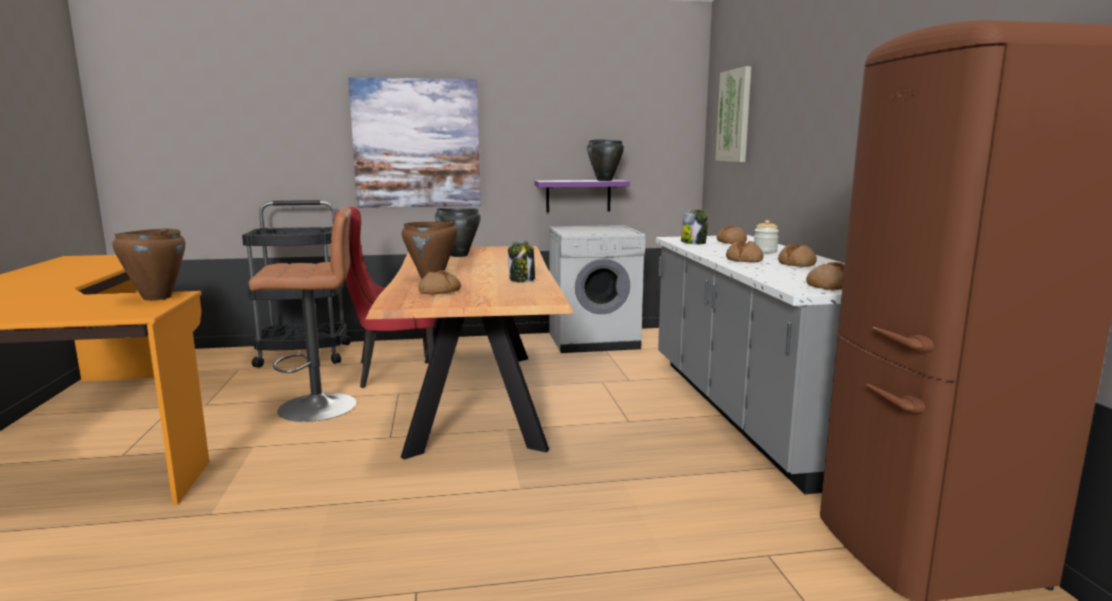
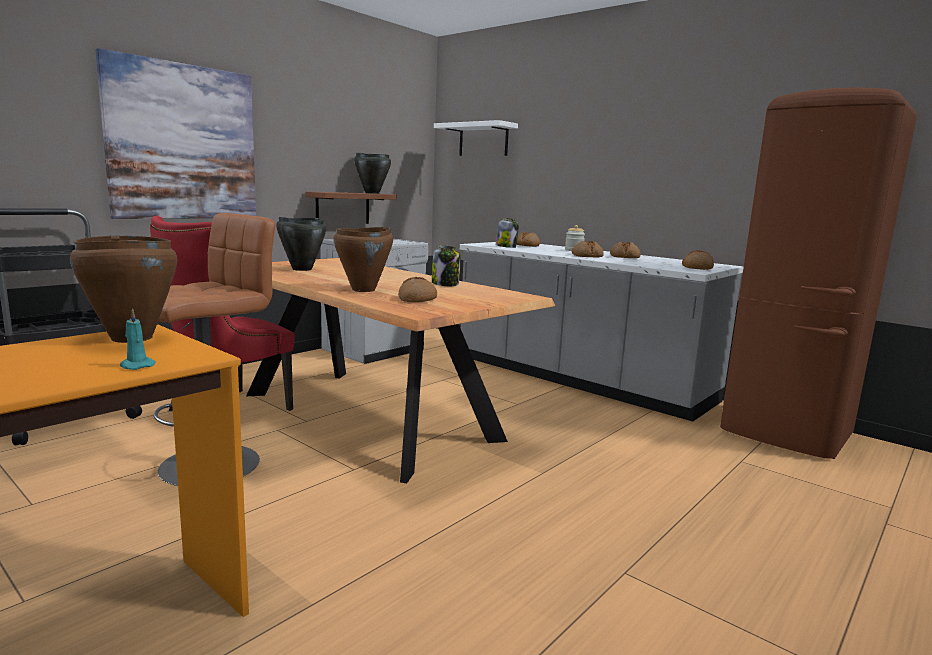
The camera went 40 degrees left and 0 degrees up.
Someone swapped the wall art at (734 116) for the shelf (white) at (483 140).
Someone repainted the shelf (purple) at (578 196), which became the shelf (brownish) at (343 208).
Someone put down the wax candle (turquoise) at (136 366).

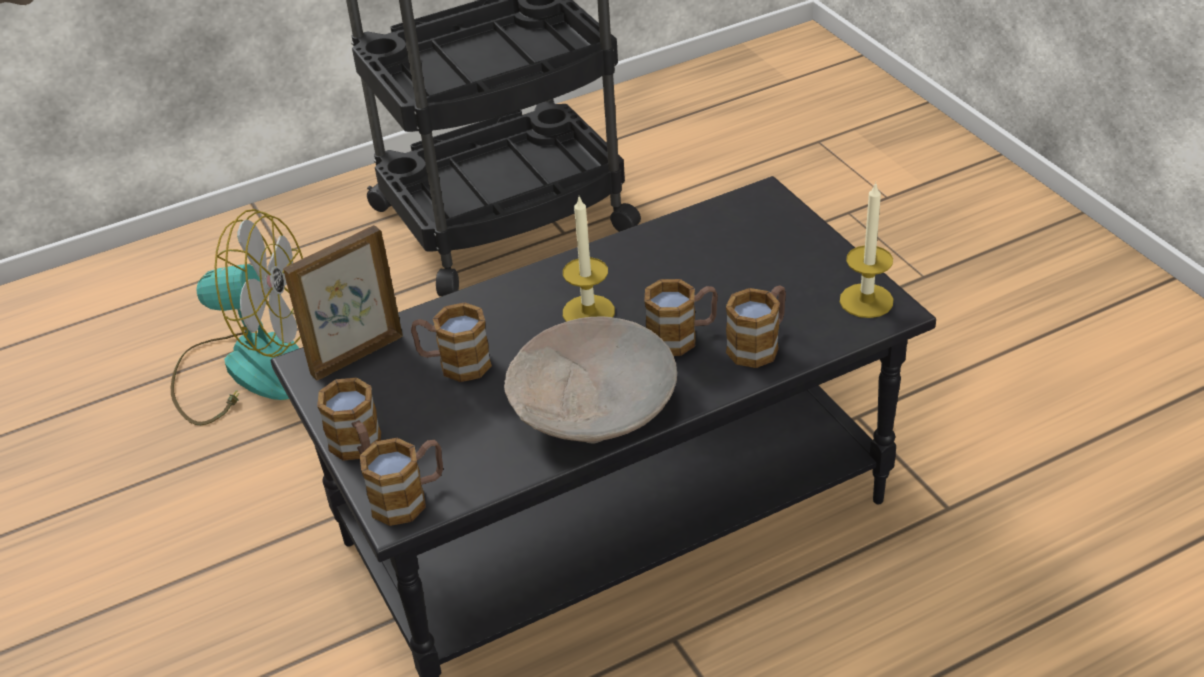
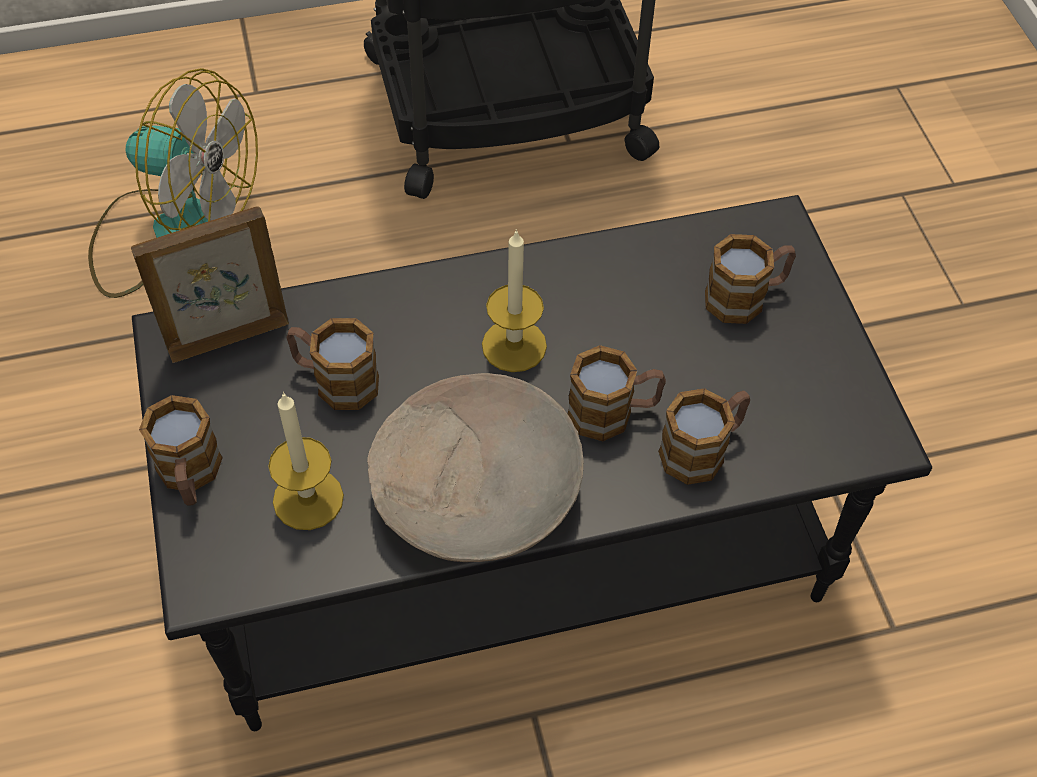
The camera went 10 degrees right and 15 degrees up.
Someone carried the wax candle from (866 300) to (308 499).
Someone carried the mug from (409 498) to (746 297).

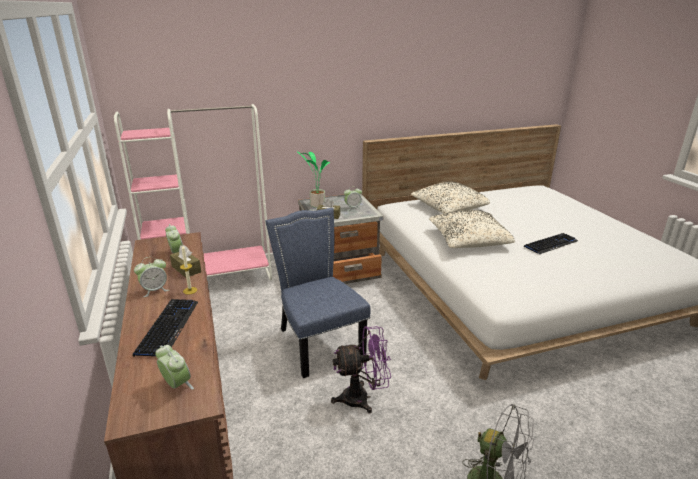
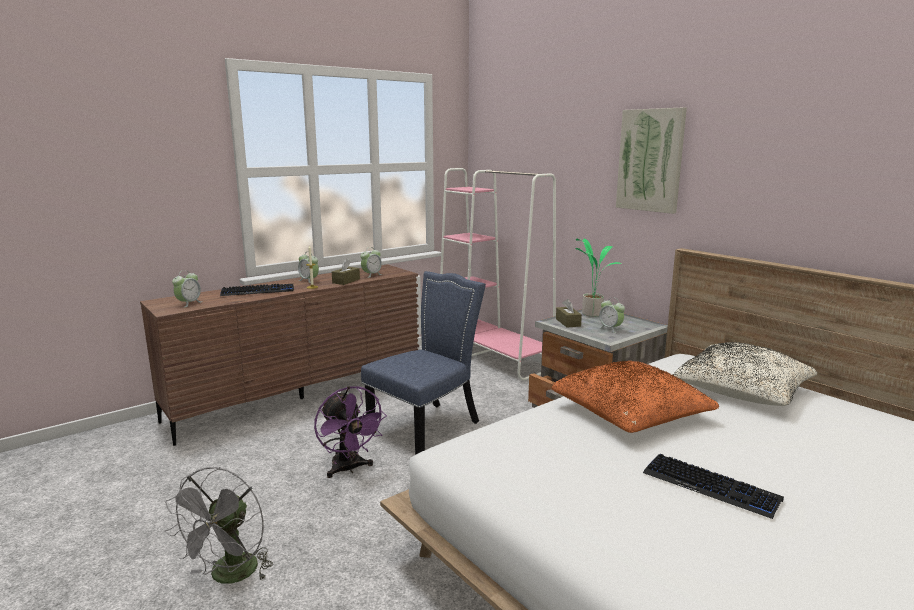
The camera went 70 degrees right and 10 degrees down.
Someone repainted the throw pillow (beige) at (470 239), which became the throw pillow (orangey) at (630 412).
Someone put up the wall art at (650 160).

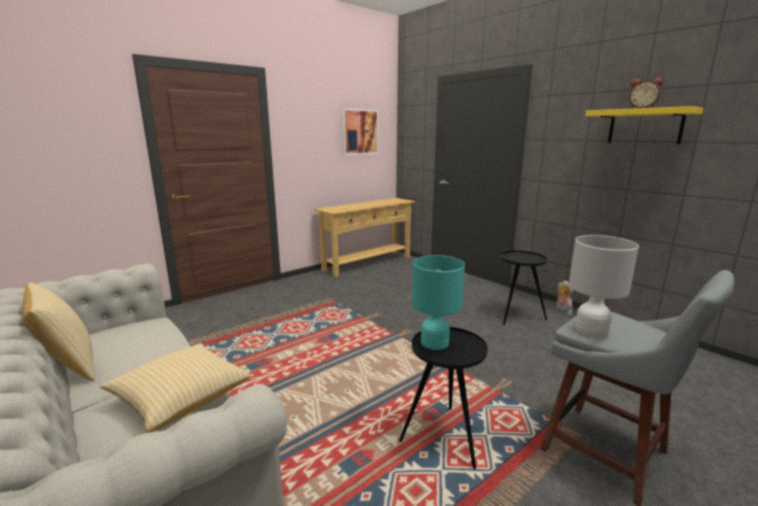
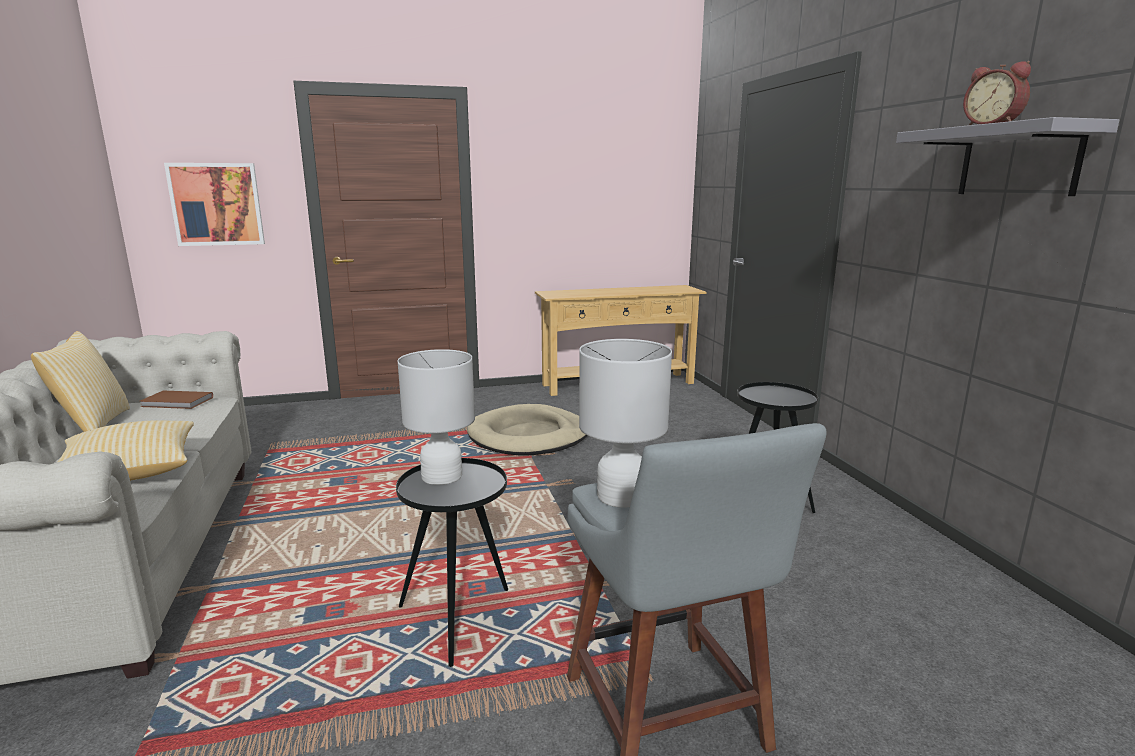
The camera went 25 degrees right and 0 degrees up.
Someone repainted the shelf (yellow) at (645 126), which became the shelf (gray) at (1018 161).
Someone carried the wall art from (359 132) to (217 204).
Someone repainted the lamp for a table (turquoise) at (434 342), which became the lamp for a table (gray) at (442 476).
Someone took away the cuddly toy at (561 312).
Someone put down the book (brownish) at (177 402).
Someone put down the pet bed (beige) at (529 436).

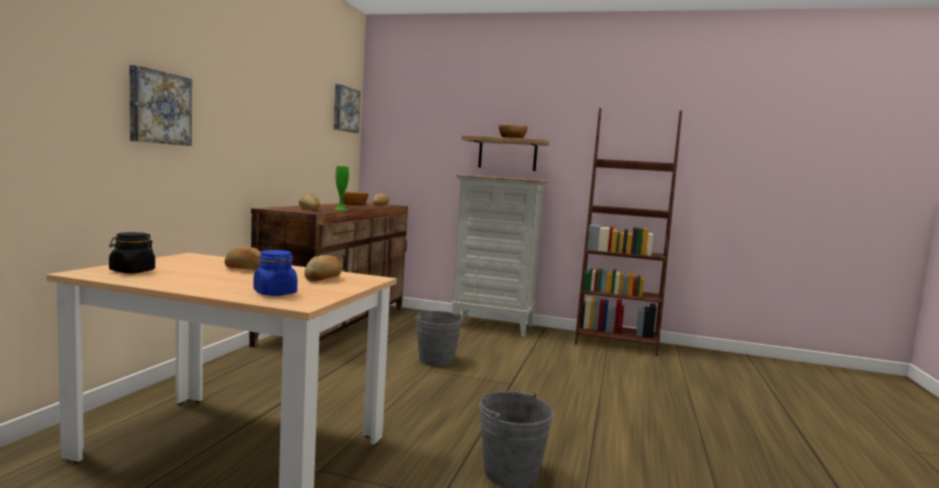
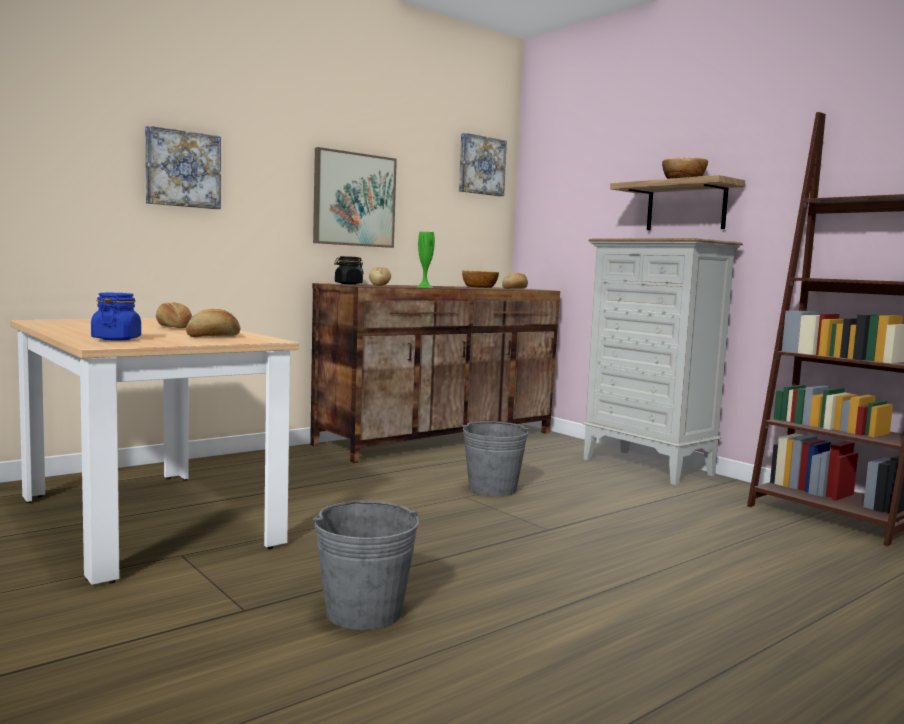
The camera went 35 degrees right and 0 degrees up.
Someone carried the jar (blackish) from (132 271) to (348 284).
Someone put up the wall art at (354 199).

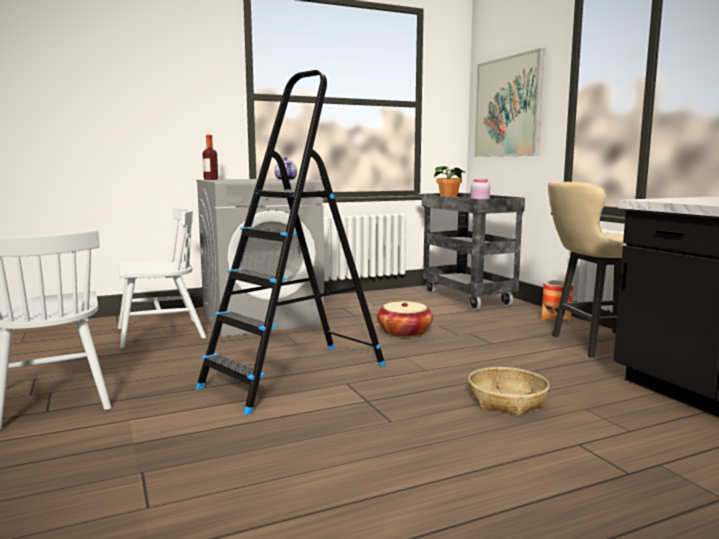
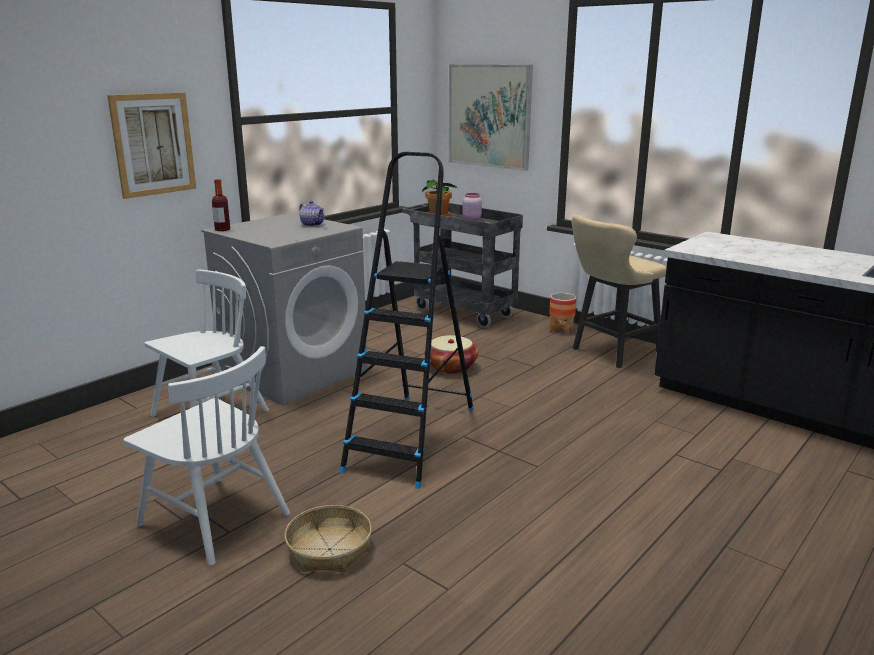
The camera went 25 degrees left and 10 degrees up.
Someone carried the household basket from (507 400) to (329 549).
Someone put up the wall art at (153 144).

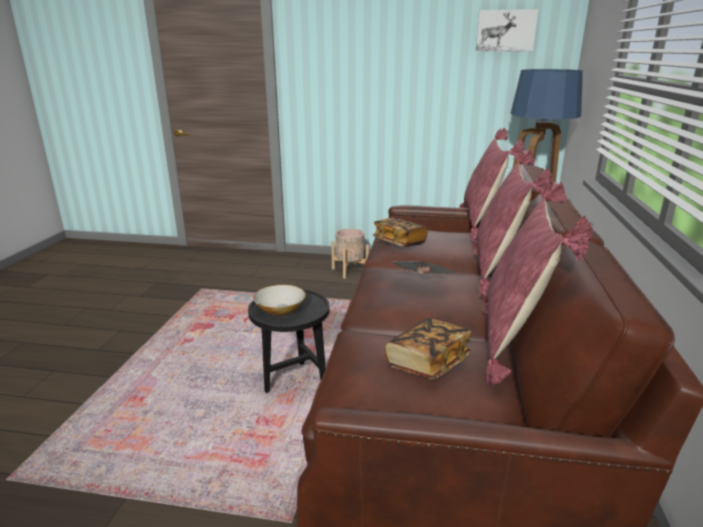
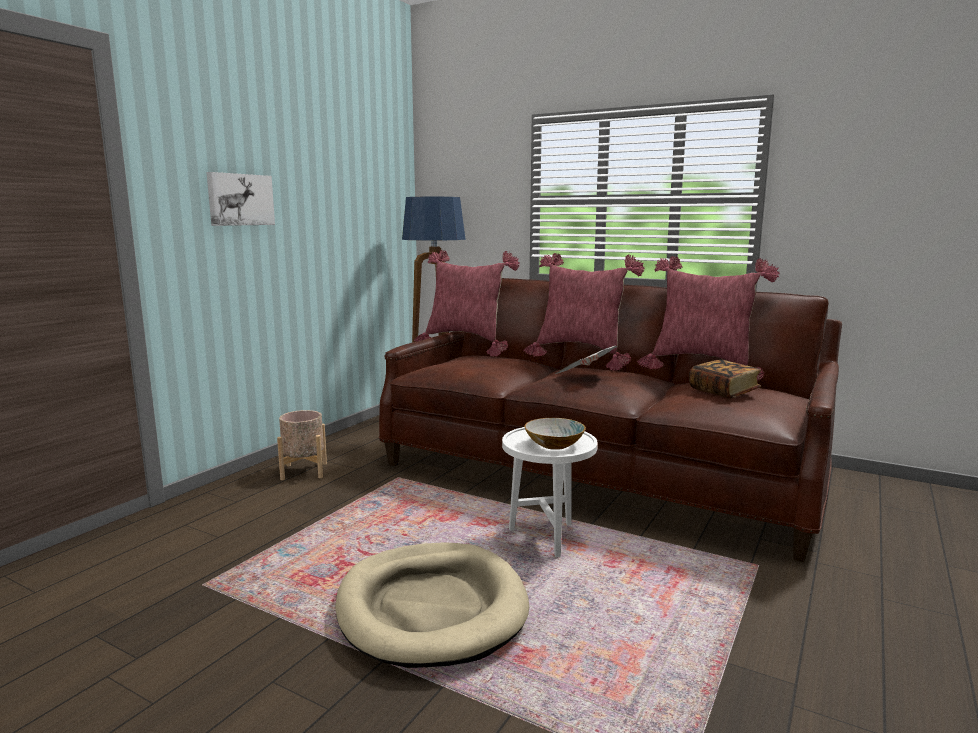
The camera went 70 degrees left and 10 degrees down.
Someone carried the wall art from (505 30) to (240 199).
Someone took away the book at (399 242).
Someone repainted the accent table (blackish) at (293 383), which became the accent table (white) at (547 539).
Someone put down the pet bed (beige) at (431 608).

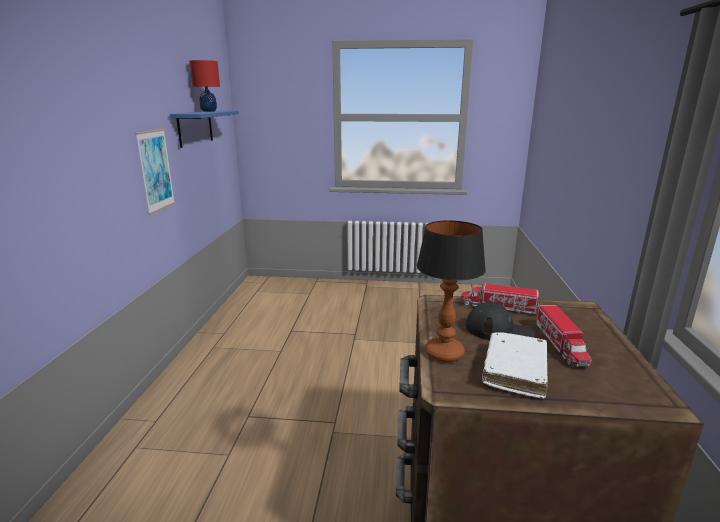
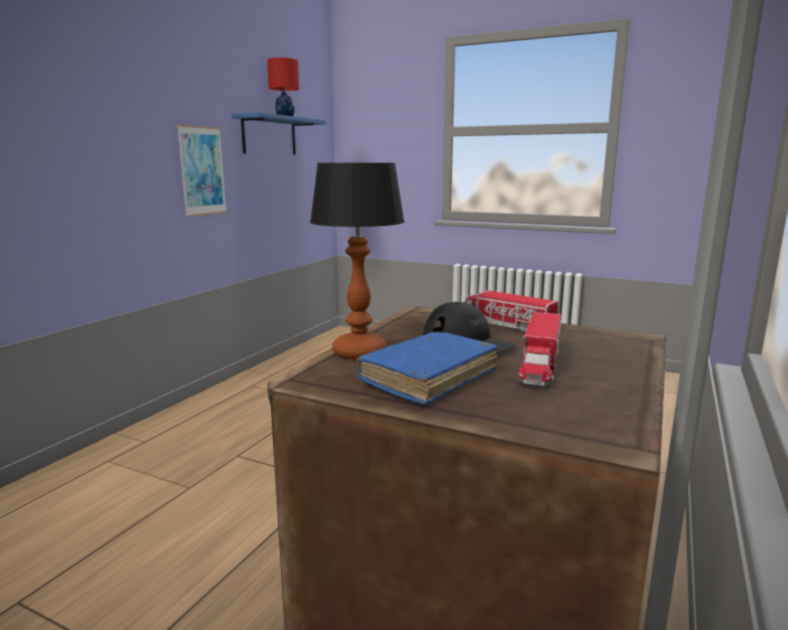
The camera went 20 degrees right and 5 degrees down.
Someone repainted the book (white) at (514 371), which became the book (blue) at (429 378).

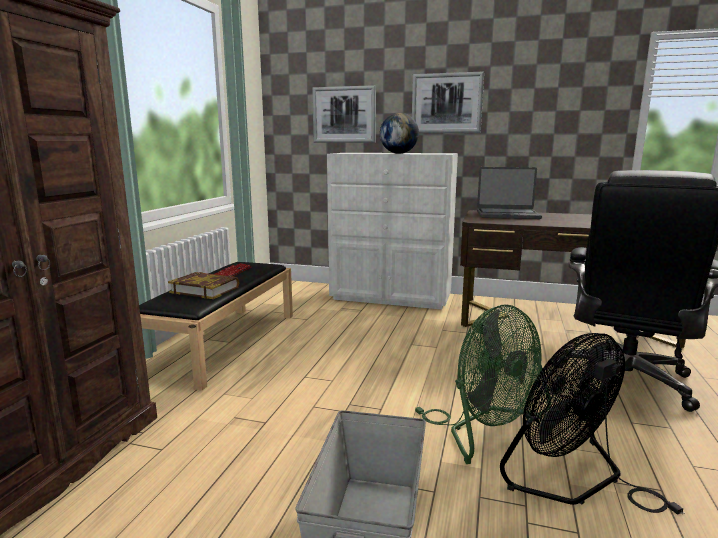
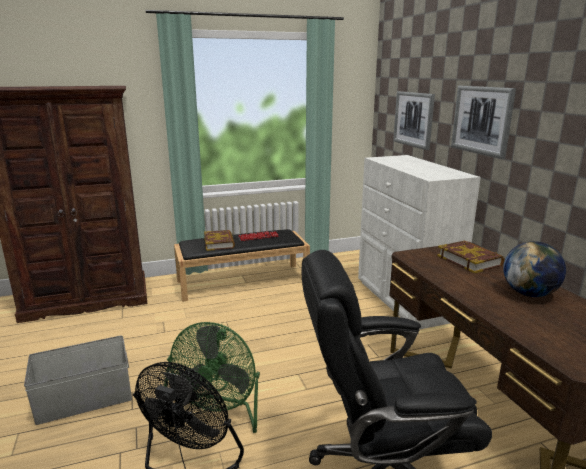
The camera went 55 degrees right and 5 degrees up.
Someone carried the desk globe from (398 153) to (529 294).
Someone swapped the portable computer at (507 215) for the book at (469 260).

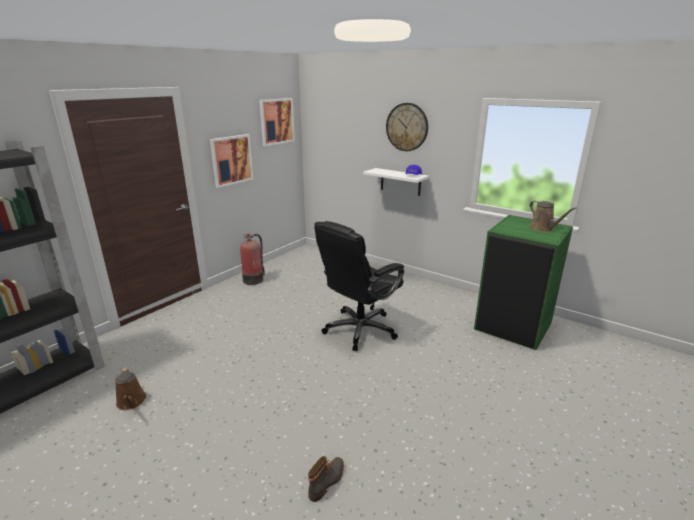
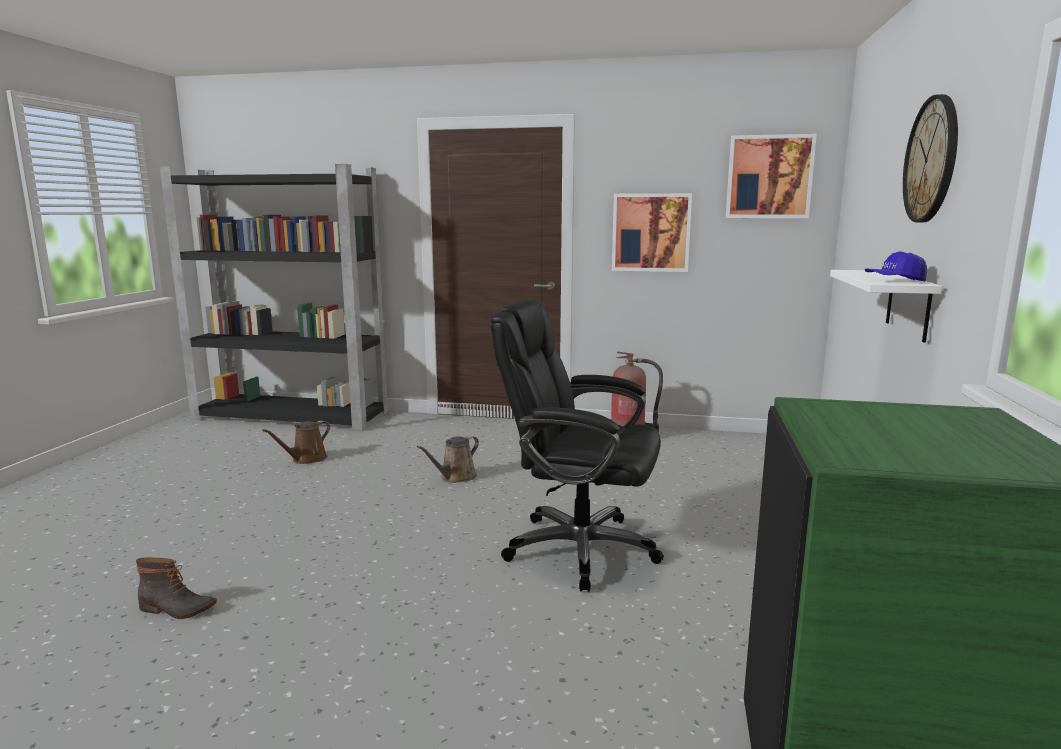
The camera went 65 degrees right and 10 degrees down.
Someone carried the watering can (brownish) from (543 228) to (455 477).

